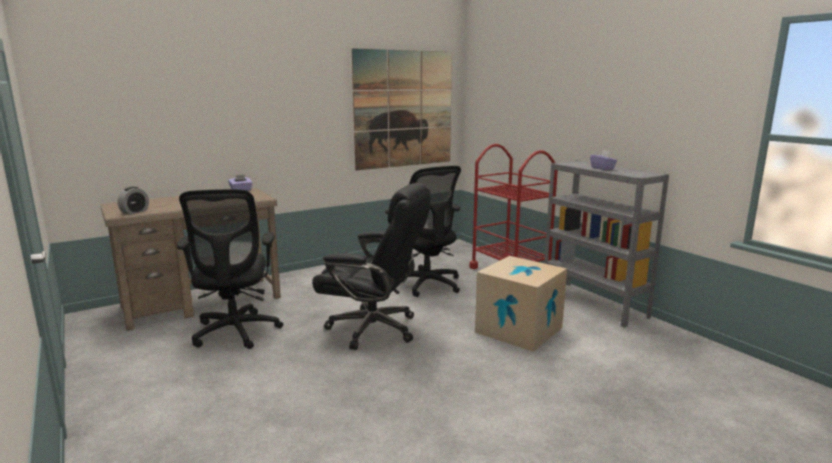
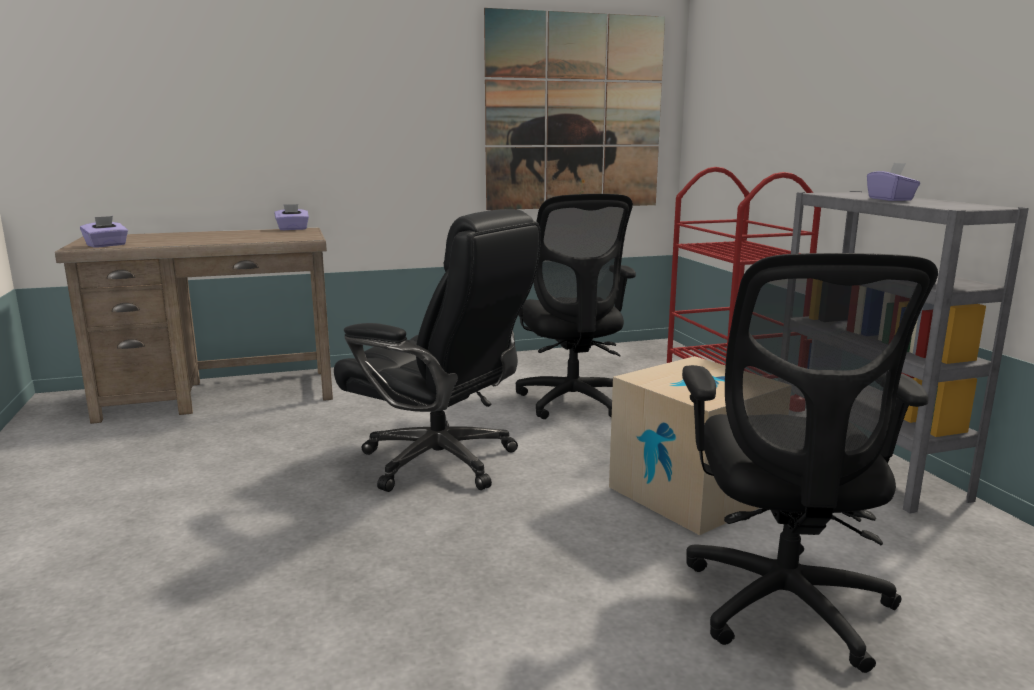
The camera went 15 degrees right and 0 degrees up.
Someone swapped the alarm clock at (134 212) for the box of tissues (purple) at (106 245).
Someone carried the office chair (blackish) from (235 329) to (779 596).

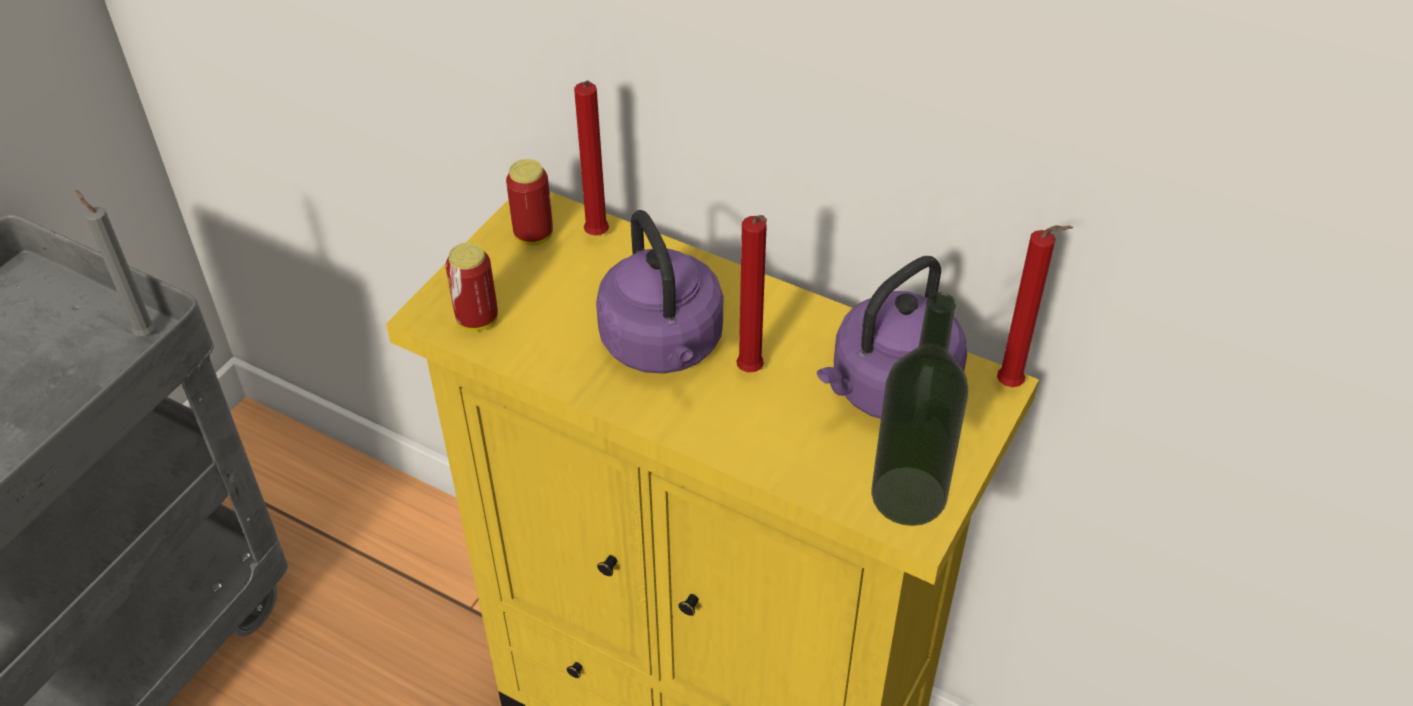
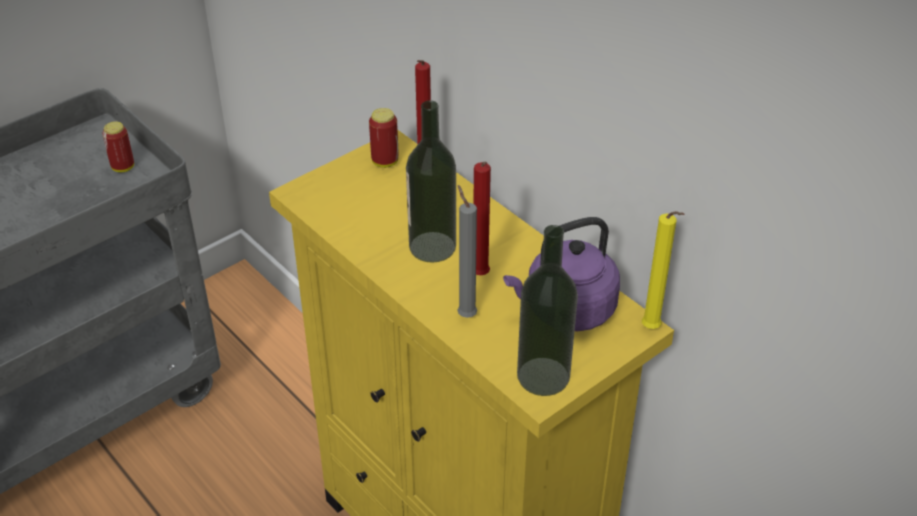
The camera went 20 degrees right and 5 degrees down.
Someone carried the wax candle (gray) from (144 332) to (465 314).
Someone swapped the kettle (purple) at (663 346) for the drink bottle at (432 247).
Someone repainted the wax candle (red) at (1013 386), which became the wax candle (yellow) at (653 329).
Someone carried the can from (477 320) to (123 167).

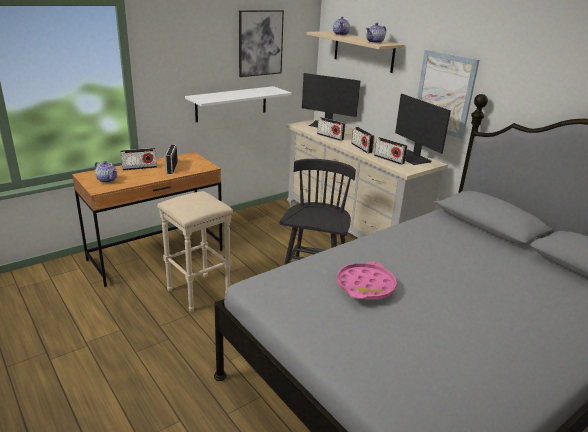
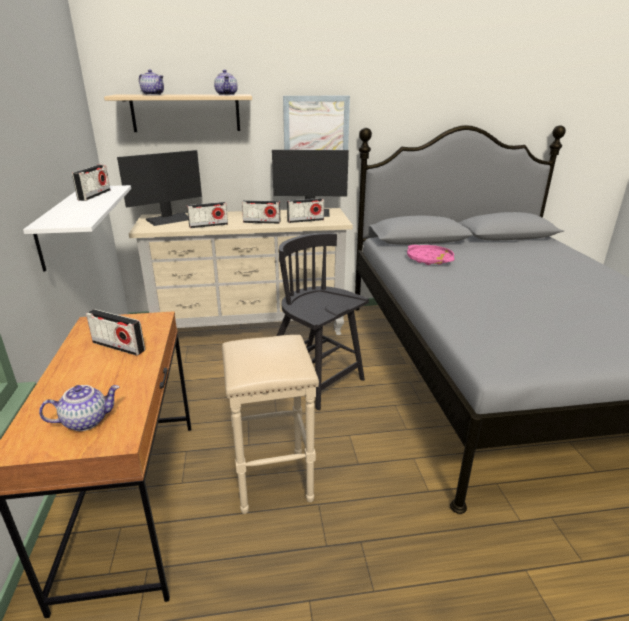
The camera went 60 degrees left and 0 degrees up.
Someone took away the wall art at (260 43).
Someone carried the radio receiver from (139 168) to (94 195).
Someone carried the serving tray (pink) from (365 286) to (429 259).

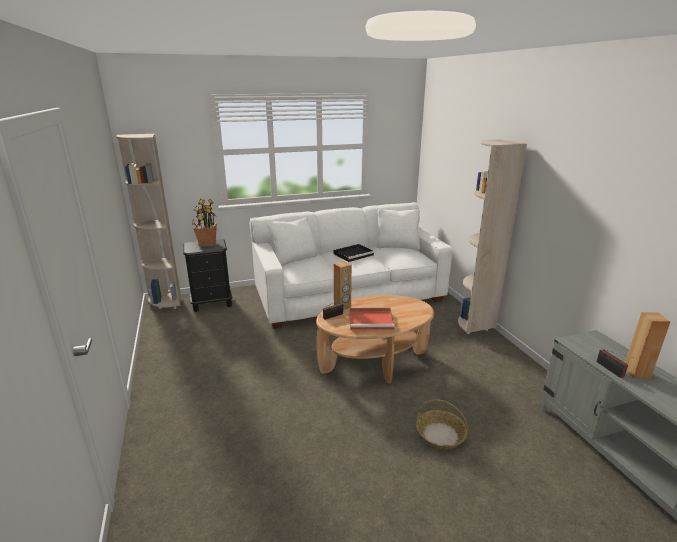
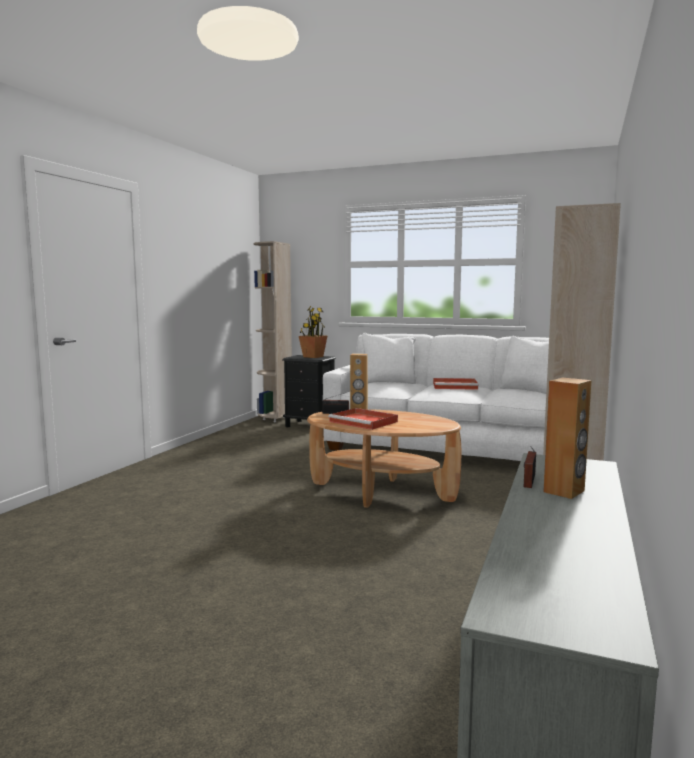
The camera went 40 degrees right and 15 degrees down.
Someone repainted the serving tray (blackish) at (354 254), which became the serving tray (red) at (456 386).
Someone took away the household basket at (440 435).

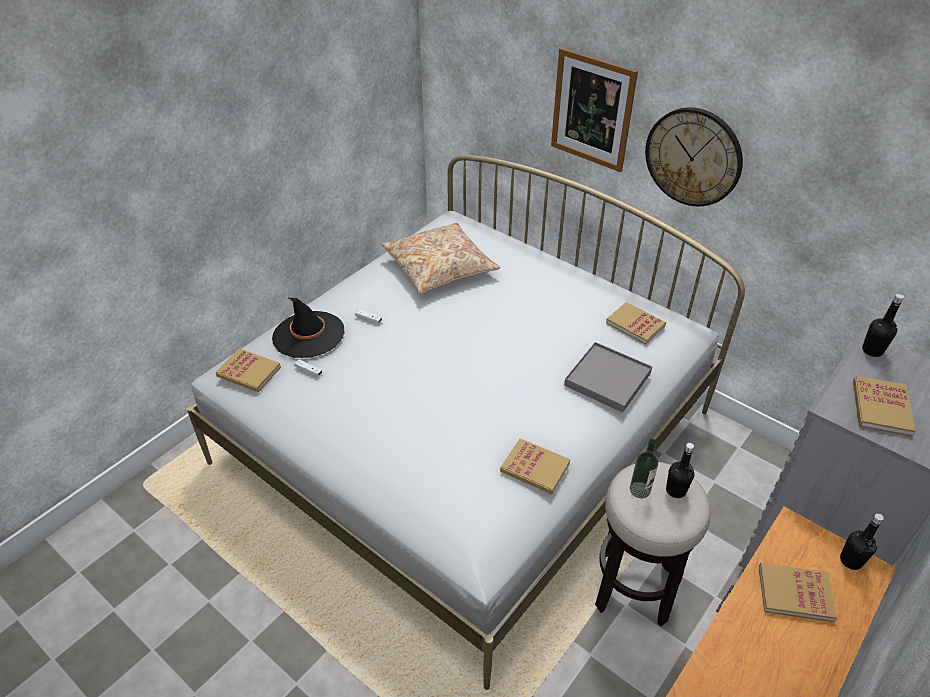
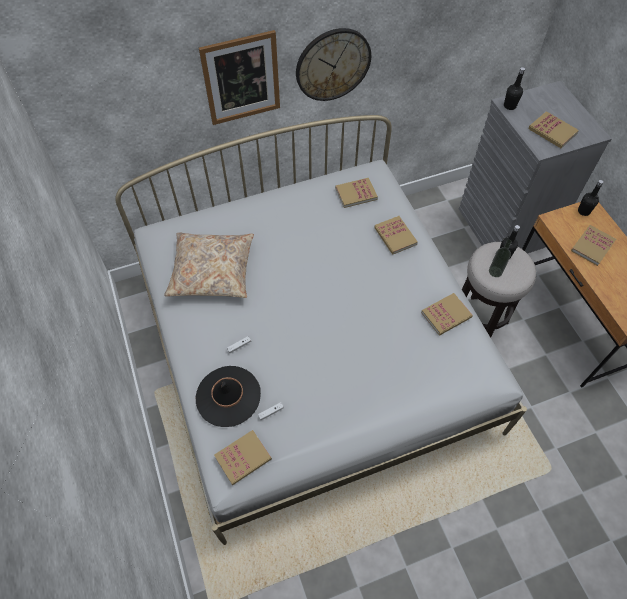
The camera went 60 degrees left and 15 degrees up.
Someone swapped the serving tray (gray) at (608 379) for the book at (395 236).

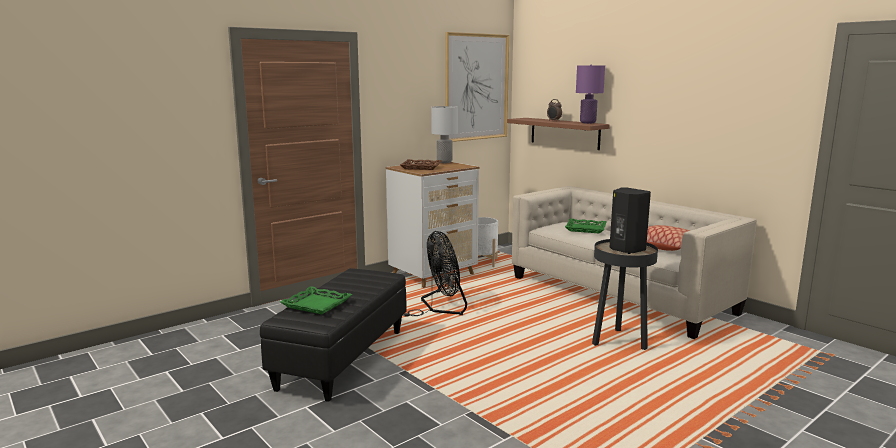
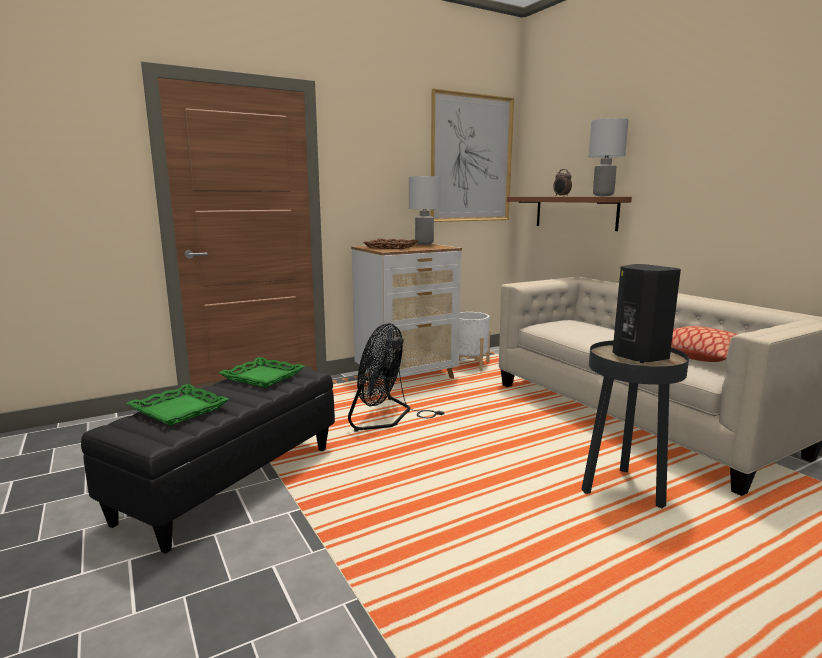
The camera went 10 degrees right and 0 degrees up.
Someone repainted the lamp for a table (purple) at (587 123), which became the lamp for a table (gray) at (602 196).
Someone carried the serving tray (green) from (585 229) to (262 377).
Someone rotated the fan (blackish) at (437 305) by 150 degrees counterclockwise.

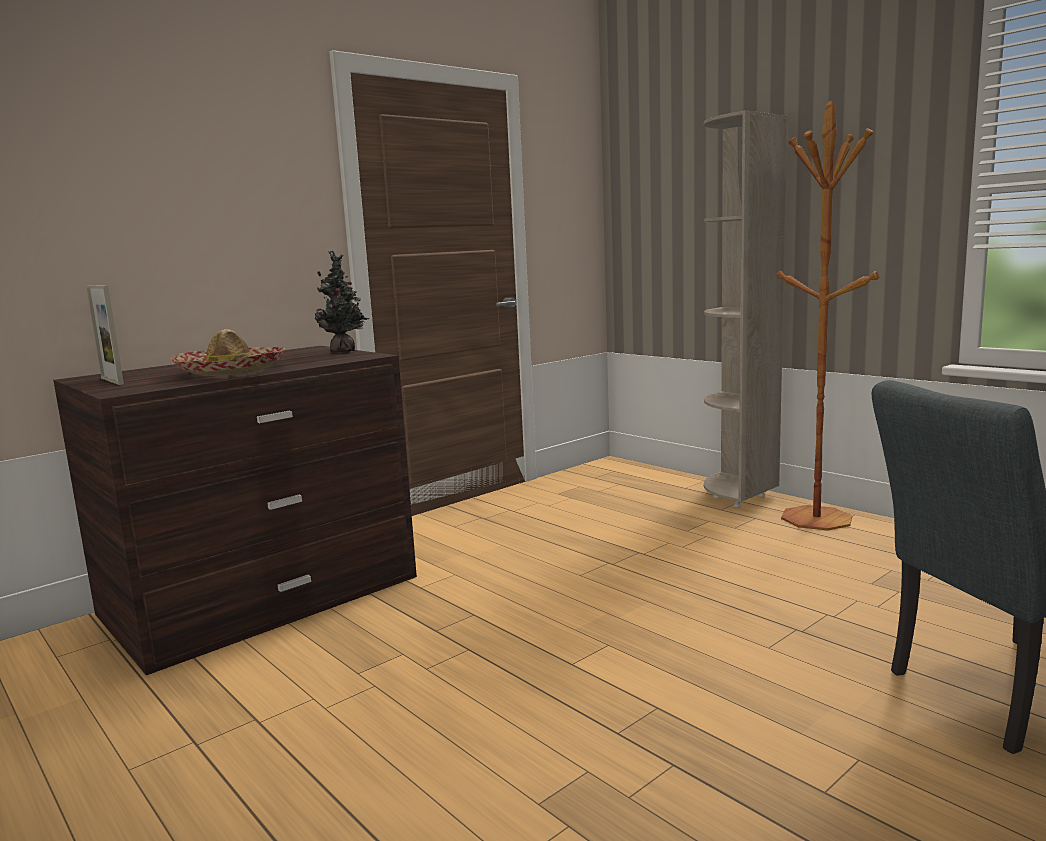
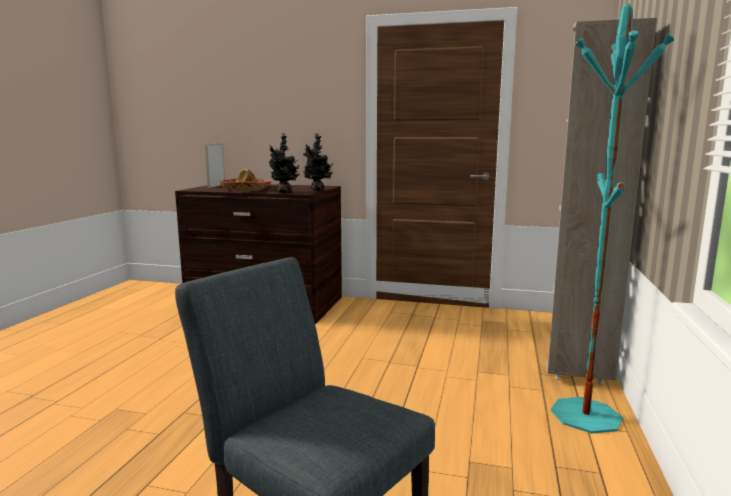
The camera went 55 degrees right and 0 degrees up.
Someone repainted the garment stand (orangey) at (817 518), which became the garment stand (turquoise) at (586 415).
Someone put down the potted plant at (284 192).

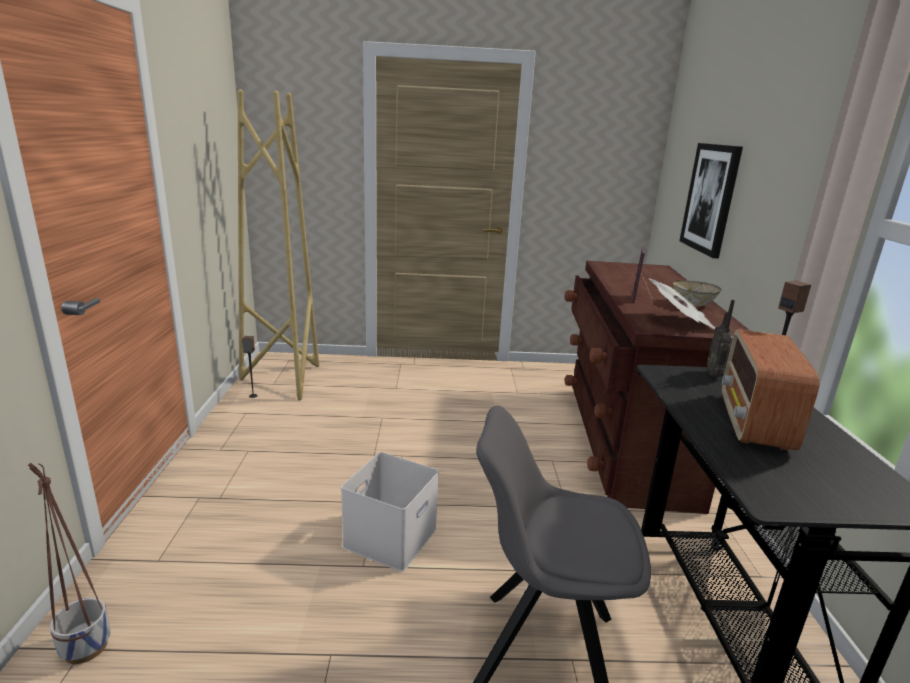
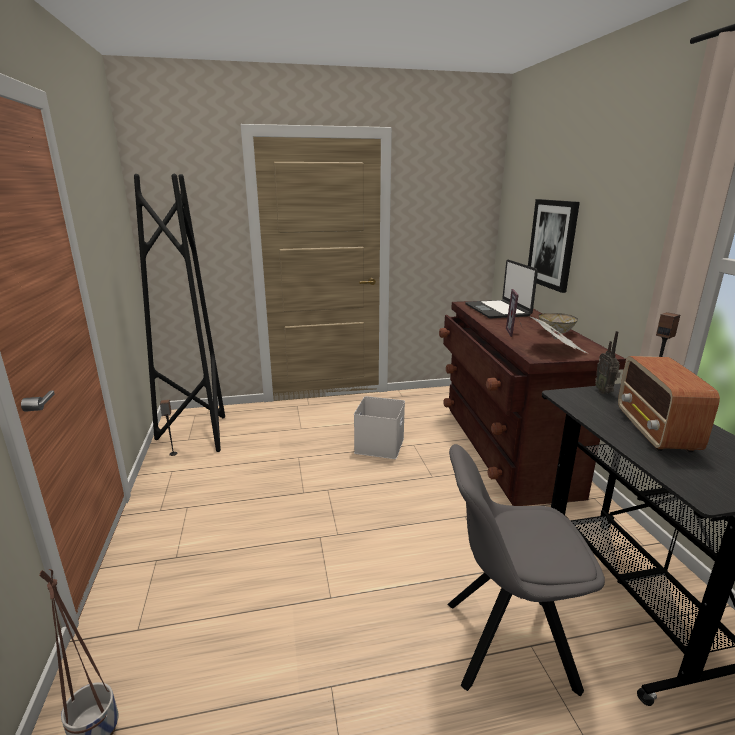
The camera went 10 degrees left and 0 degrees up.
Someone repainted the garment stand (yellow) at (286 381), which became the garment stand (blackish) at (200 435).
Someone carried the storage box (white) from (390 536) to (378 445).
Someone put down the portable computer at (498 310).

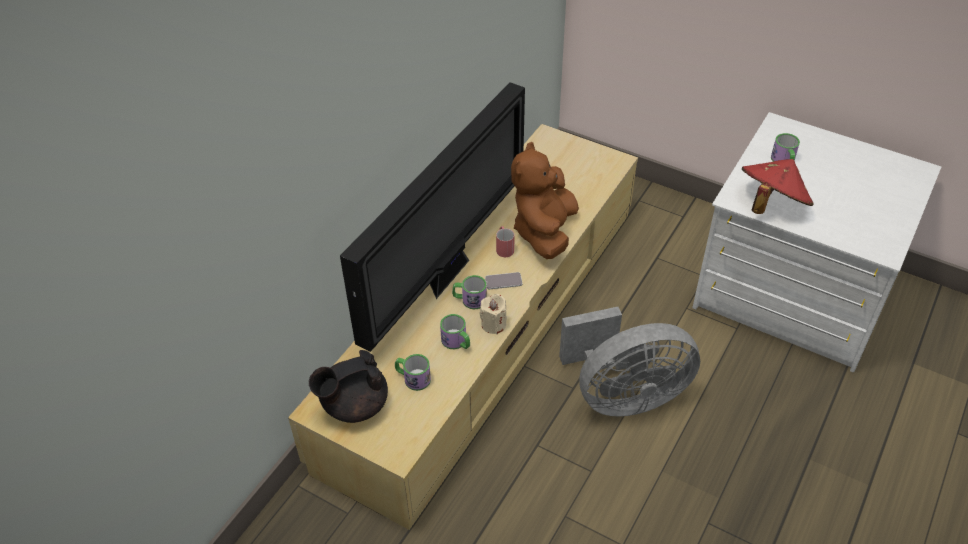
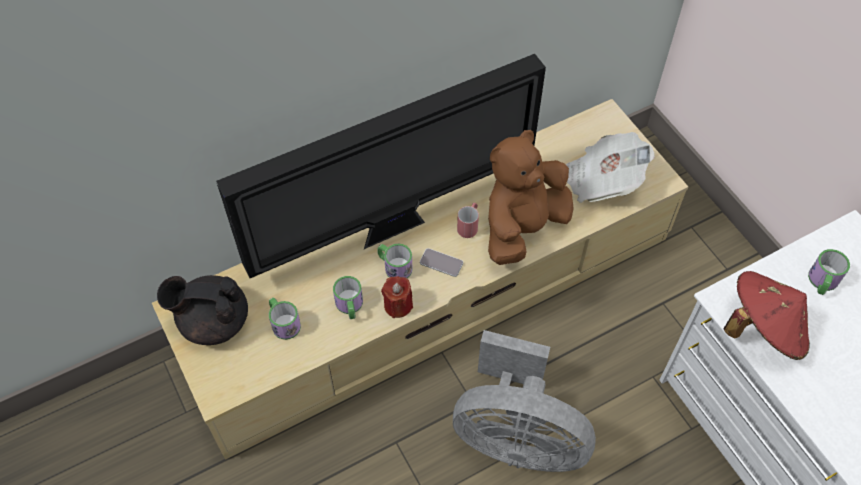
The camera went 30 degrees right and 10 degrees up.
Someone repainted the wax candle (beige) at (493 324), which became the wax candle (red) at (398 305).
Someone put down the printed paper at (602 180).

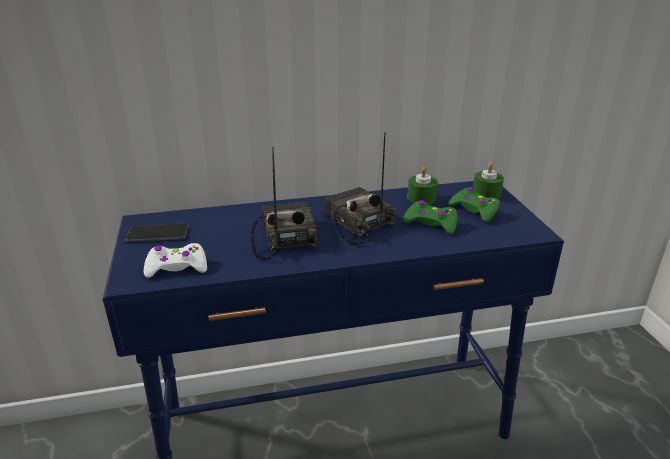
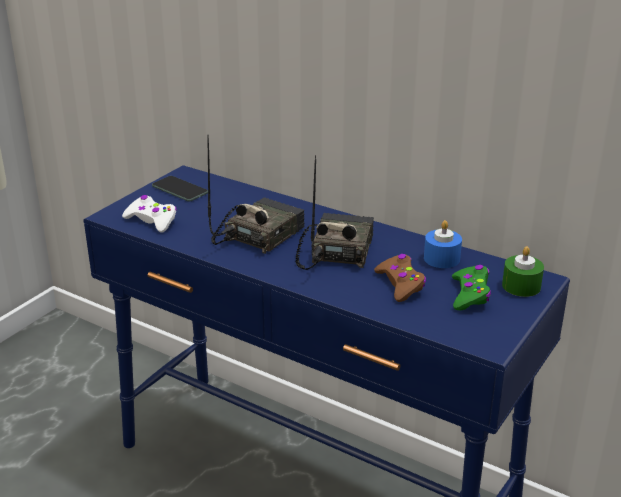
The camera went 45 degrees right and 0 degrees up.
Someone repainted the wax candle (green) at (421 198), which became the wax candle (blue) at (441 258).
Someone repainted the gamepad (green) at (431 223), which became the gamepad (brownish) at (400 284).

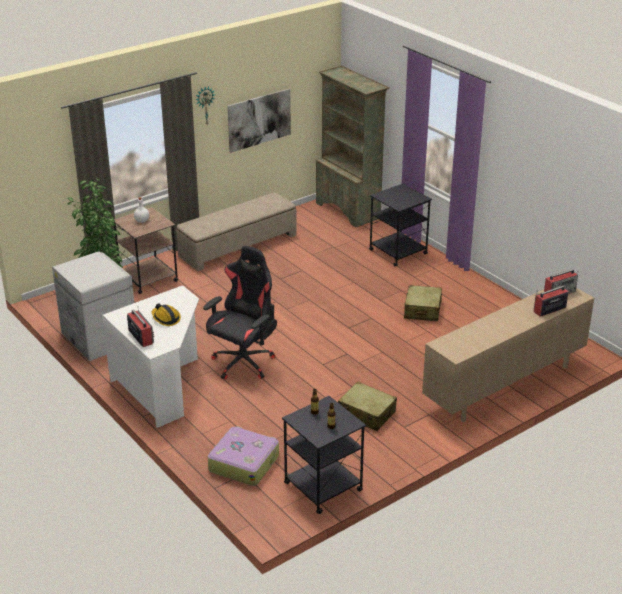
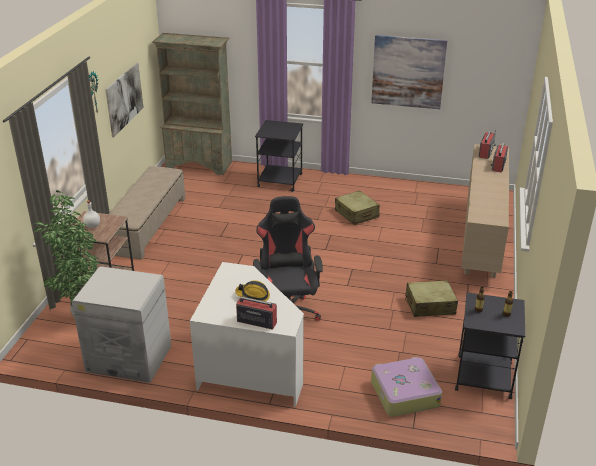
The camera went 40 degrees left and 0 degrees up.
Someone put up the wall art at (408 72).

